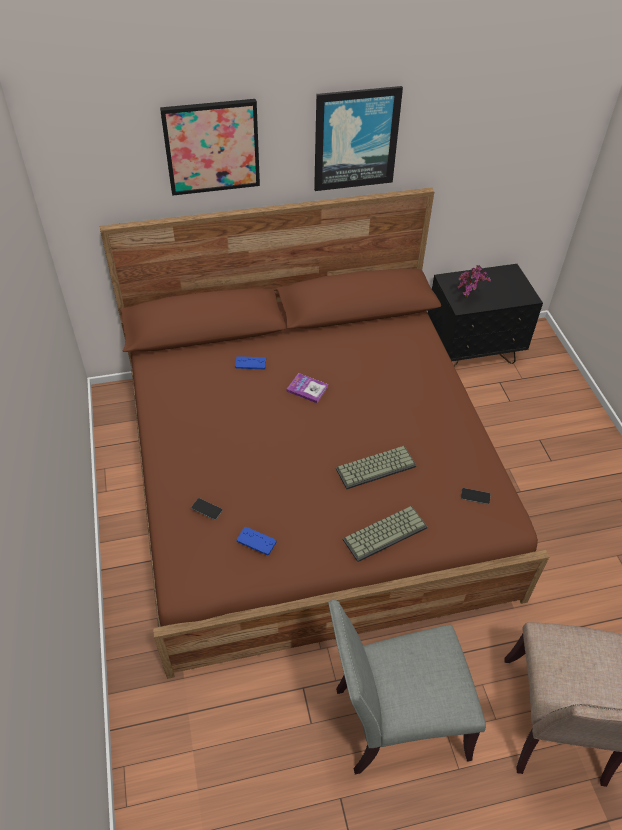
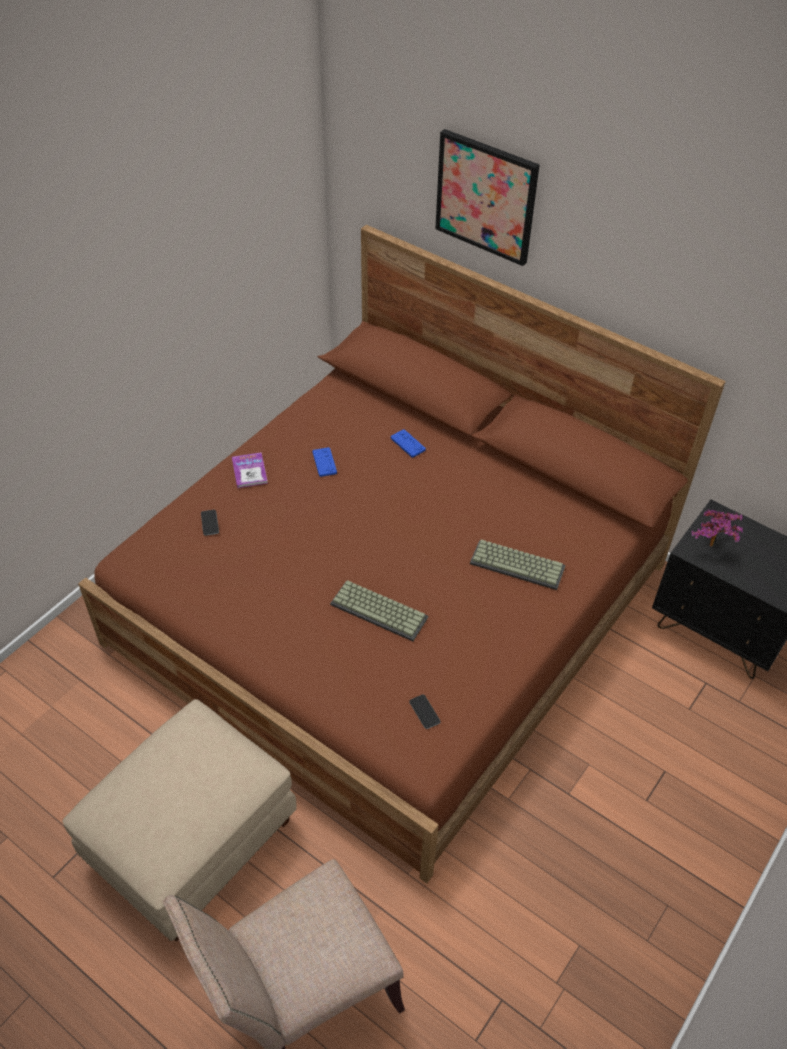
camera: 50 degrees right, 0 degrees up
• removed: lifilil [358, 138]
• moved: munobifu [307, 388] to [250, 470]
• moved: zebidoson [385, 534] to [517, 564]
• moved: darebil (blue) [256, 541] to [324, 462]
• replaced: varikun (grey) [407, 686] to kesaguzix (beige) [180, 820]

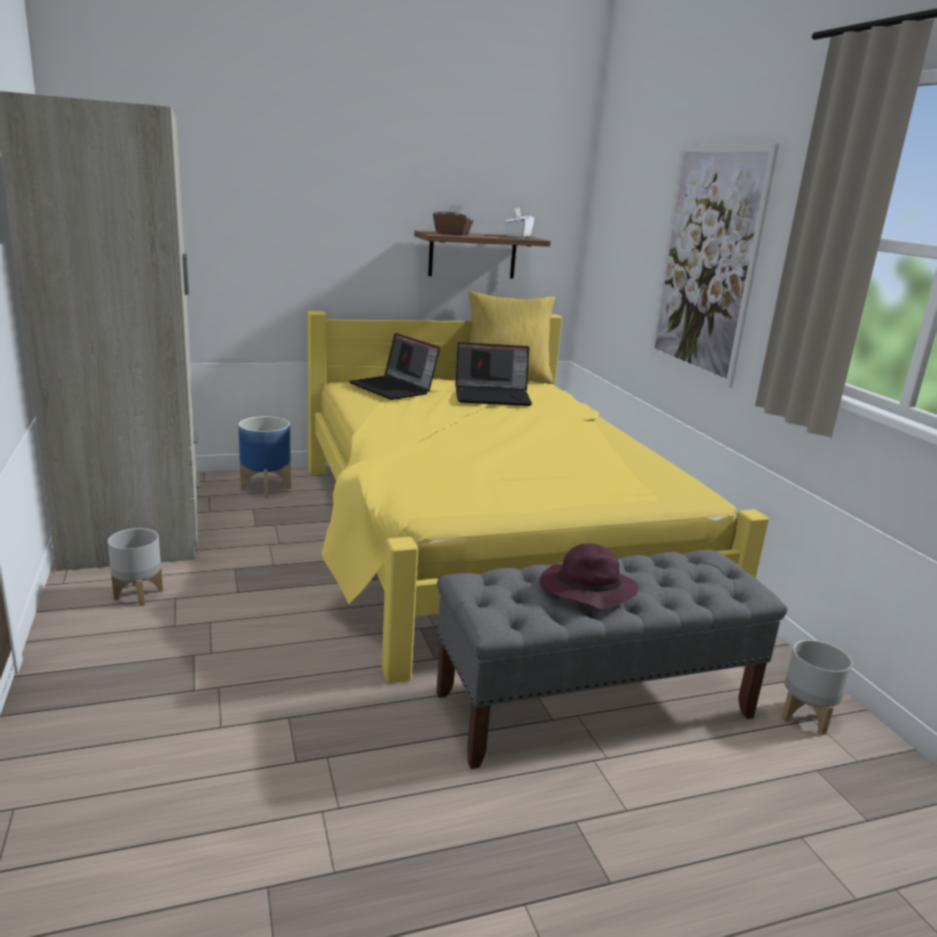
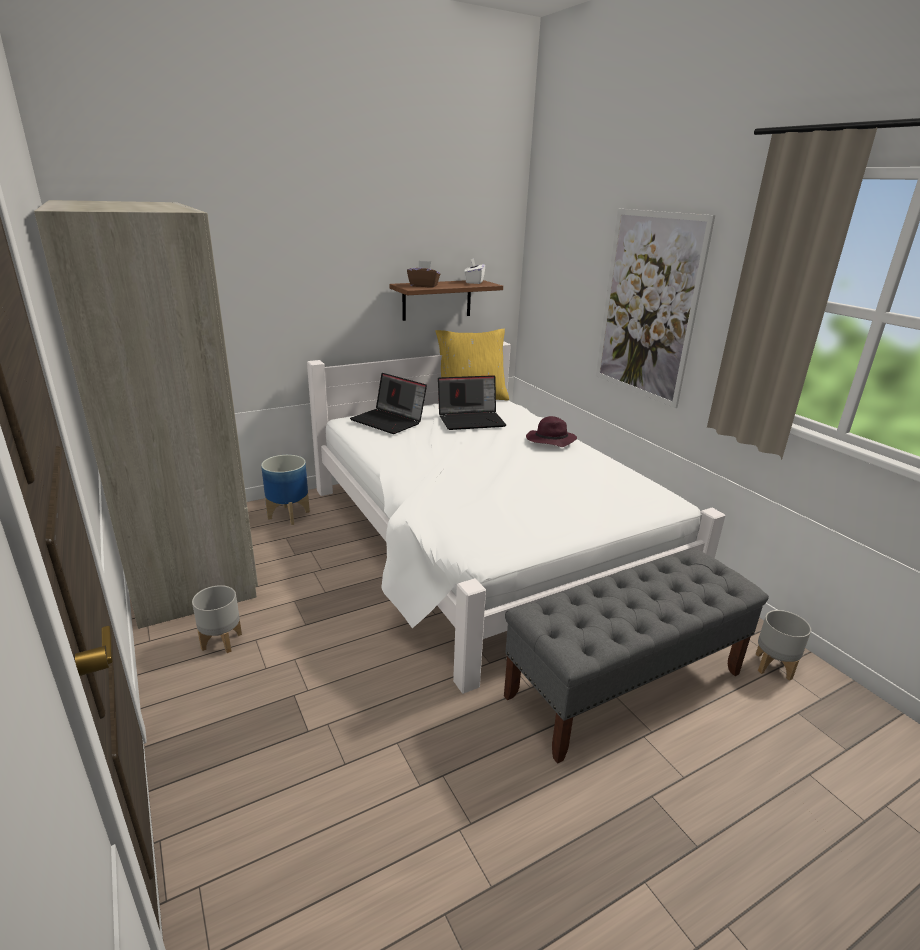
camera: 10 degrees left, 5 degrees up
• recoloured: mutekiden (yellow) [538, 497] to mutekiden (white) [516, 518]
• moved: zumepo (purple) [589, 576] to [551, 431]

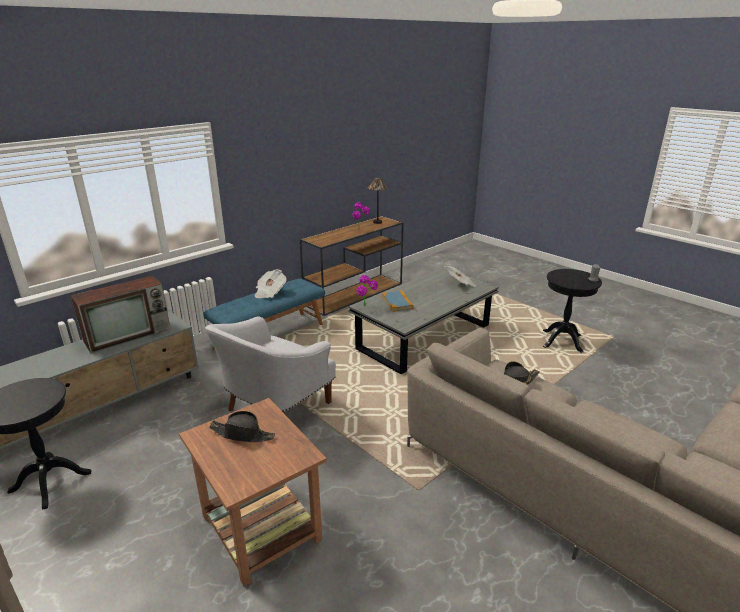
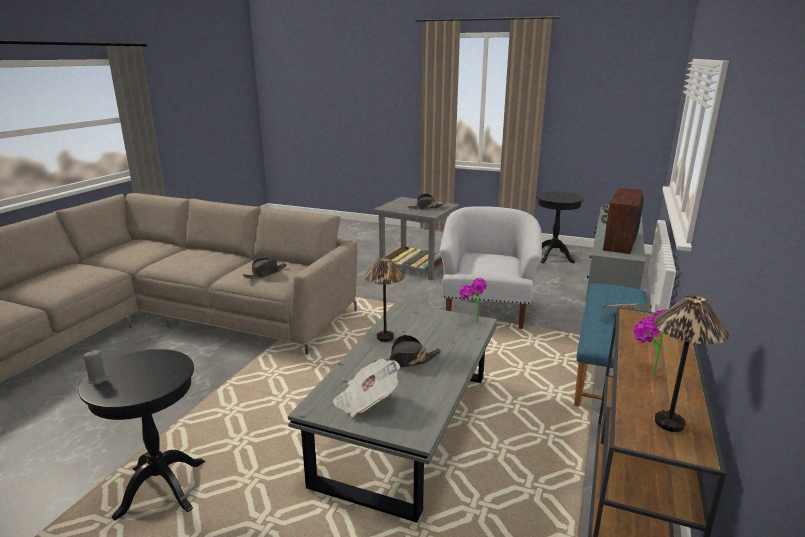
camera: 155 degrees right, 5 degrees down
• removed: munobifu [398, 301]
• recoloured: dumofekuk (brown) [253, 492] to dumofekuk (grey) [416, 238]
• added: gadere [384, 299]
• added: zumepo (black) [408, 351]

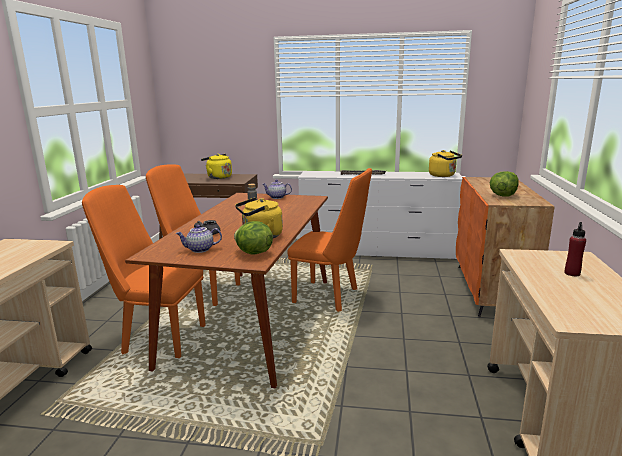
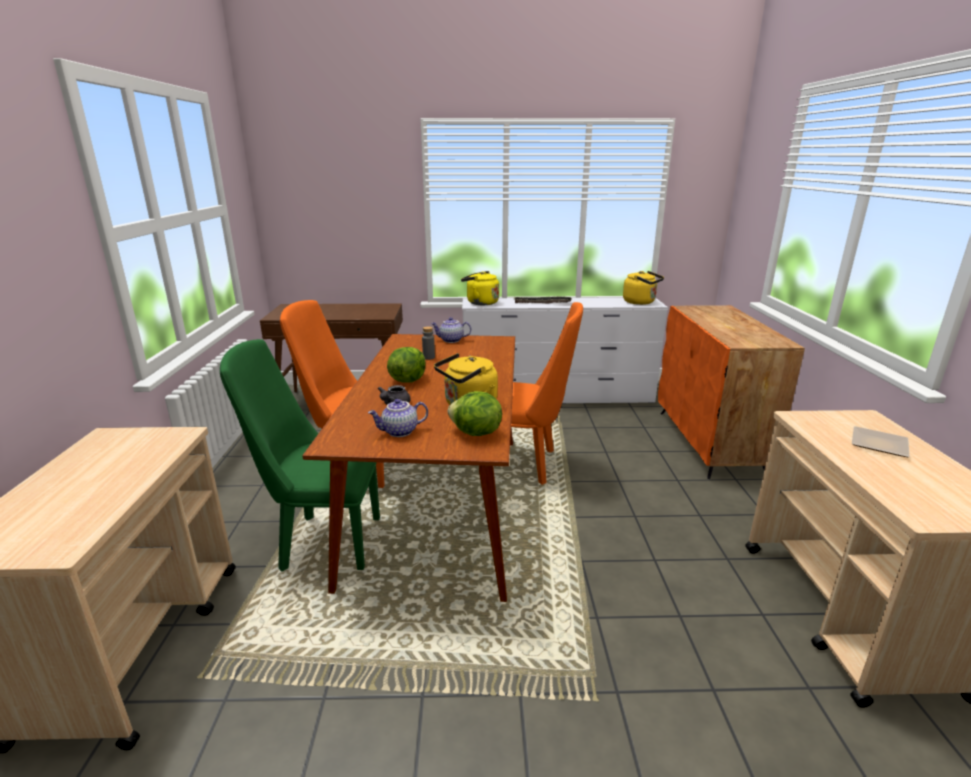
camera: 10 degrees left, 5 degrees up
• moved: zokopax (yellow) [216, 166] to [480, 288]
• moved: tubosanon [504, 184] to [406, 365]
• recoloured: varikun (orange) [144, 271] to varikun (green) [300, 455]
• replaced: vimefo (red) [575, 249] to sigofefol [881, 441]

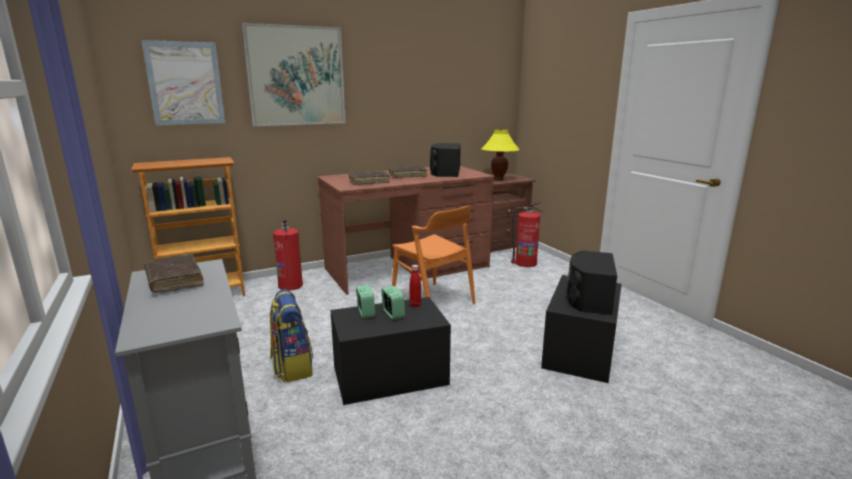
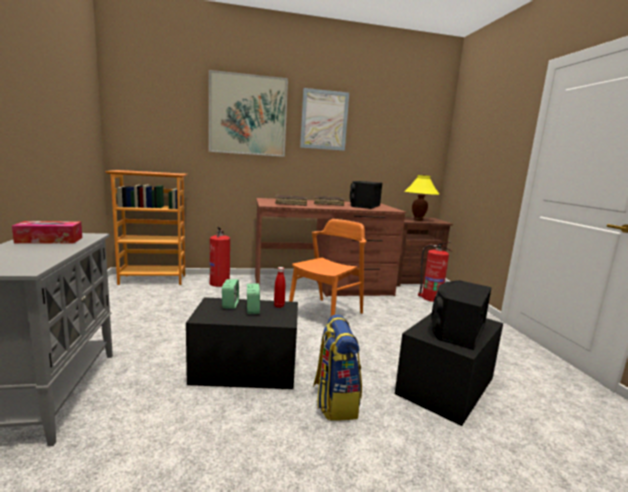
camera: 15 degrees right, 5 degrees down
• moved: lifilil [183, 82] to [324, 119]
• turned: varikun (orange) [434, 254] = [327, 267] 120 degrees counterclockwise
• replaced: munobifu (brown) [174, 273] to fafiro [47, 232]
• moved: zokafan [291, 335] to [337, 367]

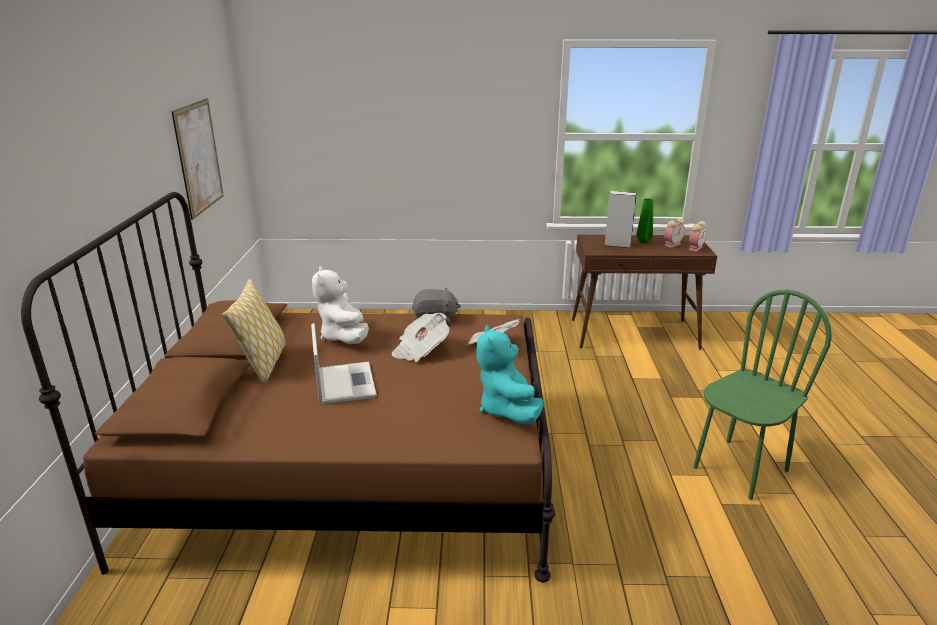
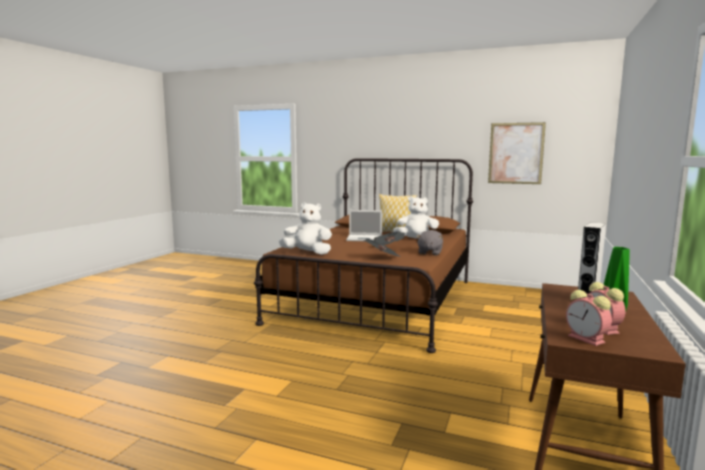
camera: 110 degrees right, 15 degrees down
• removed: varikun (green) [762, 395]
• recoloured: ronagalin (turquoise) [510, 375] to ronagalin (white) [305, 228]

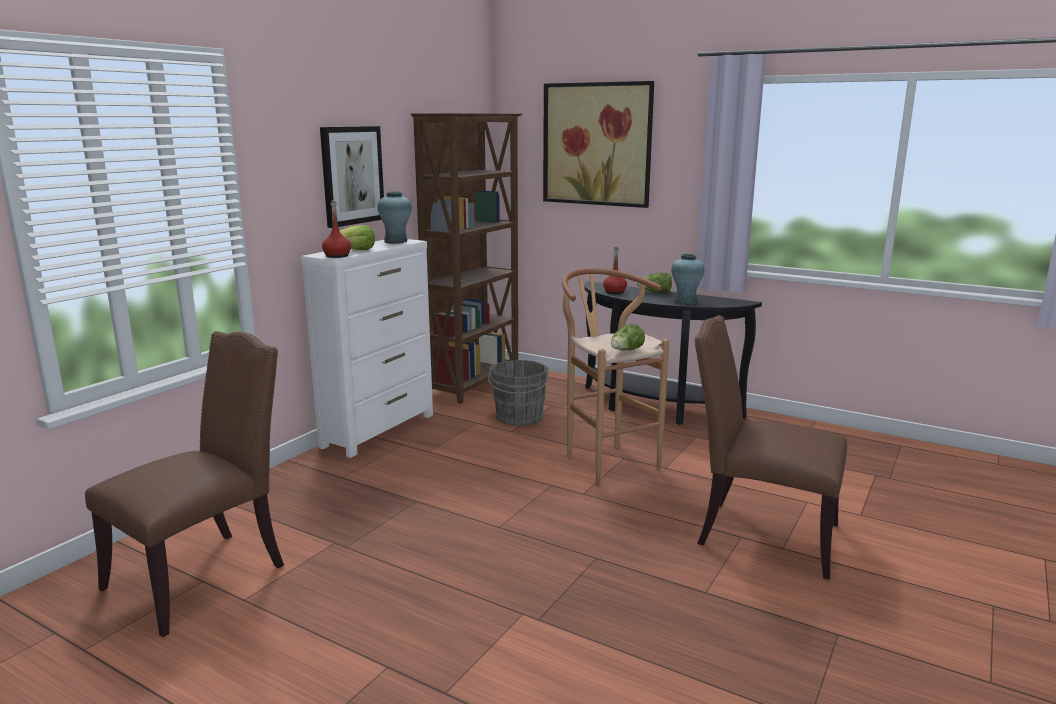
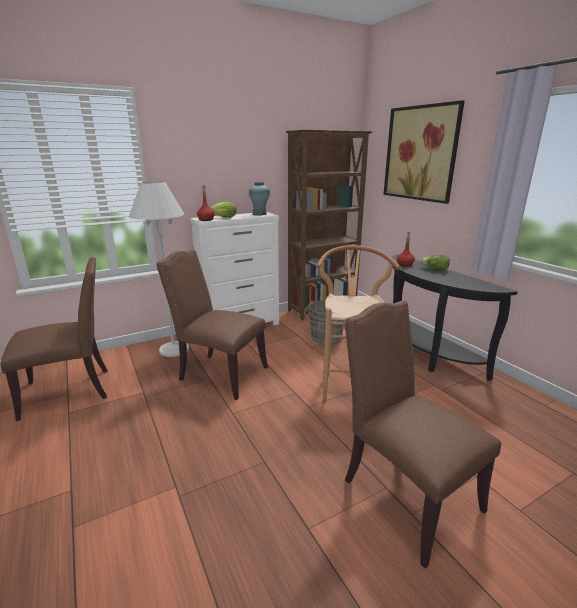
camera: 30 degrees right, 5 degrees up
• removed: lifilil [352, 177]
• removed: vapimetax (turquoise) [687, 279]
• removed: tubosanon [628, 337]
• added: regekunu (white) [159, 269]
• added: varikun (brown) [212, 324]

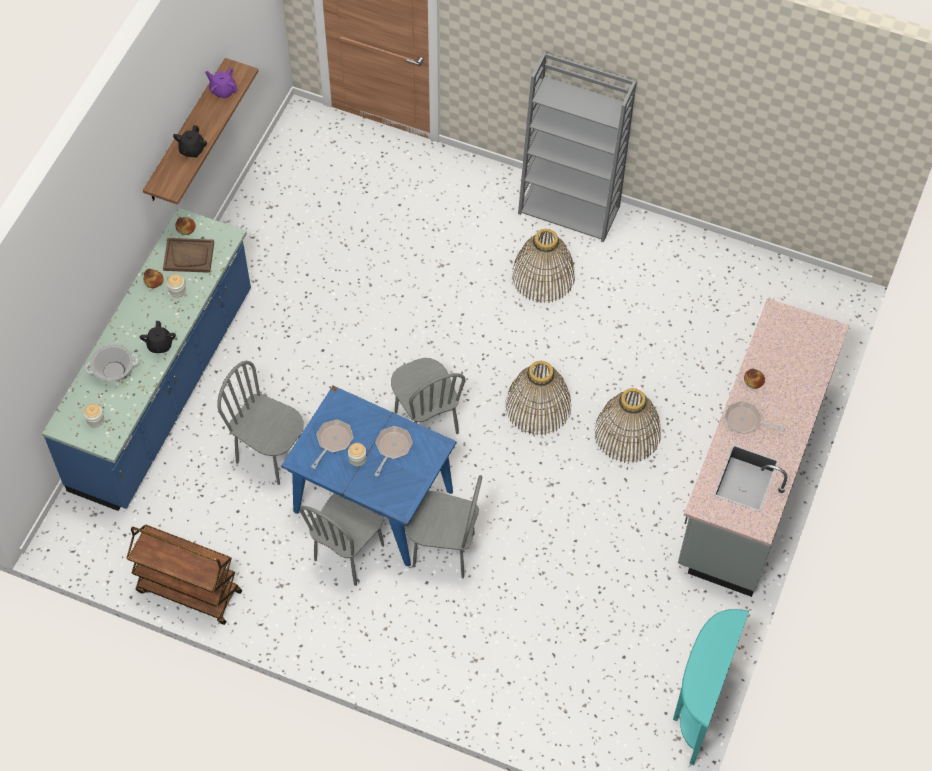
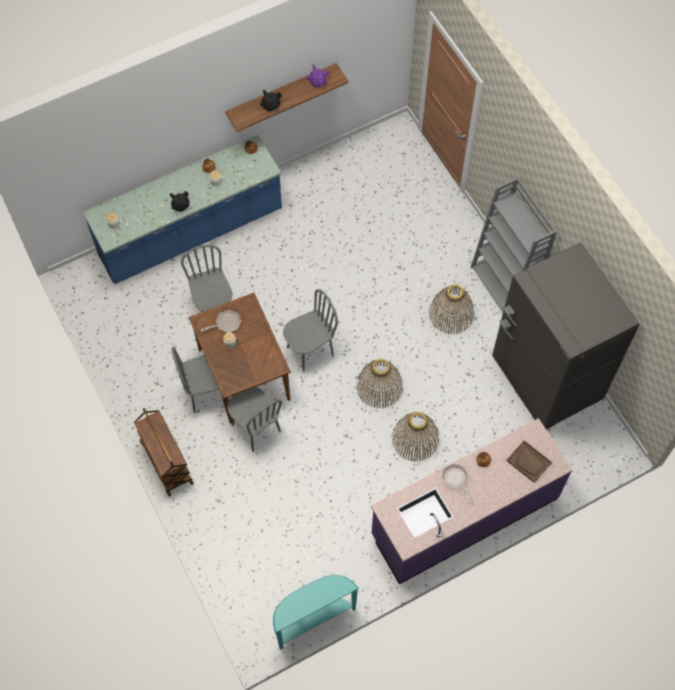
camera: 40 degrees right, 5 degrees up
• moved: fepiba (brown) [188, 255] to [529, 461]
• recoloured: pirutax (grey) [763, 447] to pirutax (purple) [472, 501]
• removed: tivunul [112, 362]
• turned: varikun (grey) [428, 396] = [310, 330] 135 degrees counterclockwise
• recoloured: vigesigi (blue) [368, 476] to vigesigi (brown) [240, 358]
• removed: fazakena [393, 451]
• moved: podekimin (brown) [184, 575] to [163, 452]
• added: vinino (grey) [565, 336]

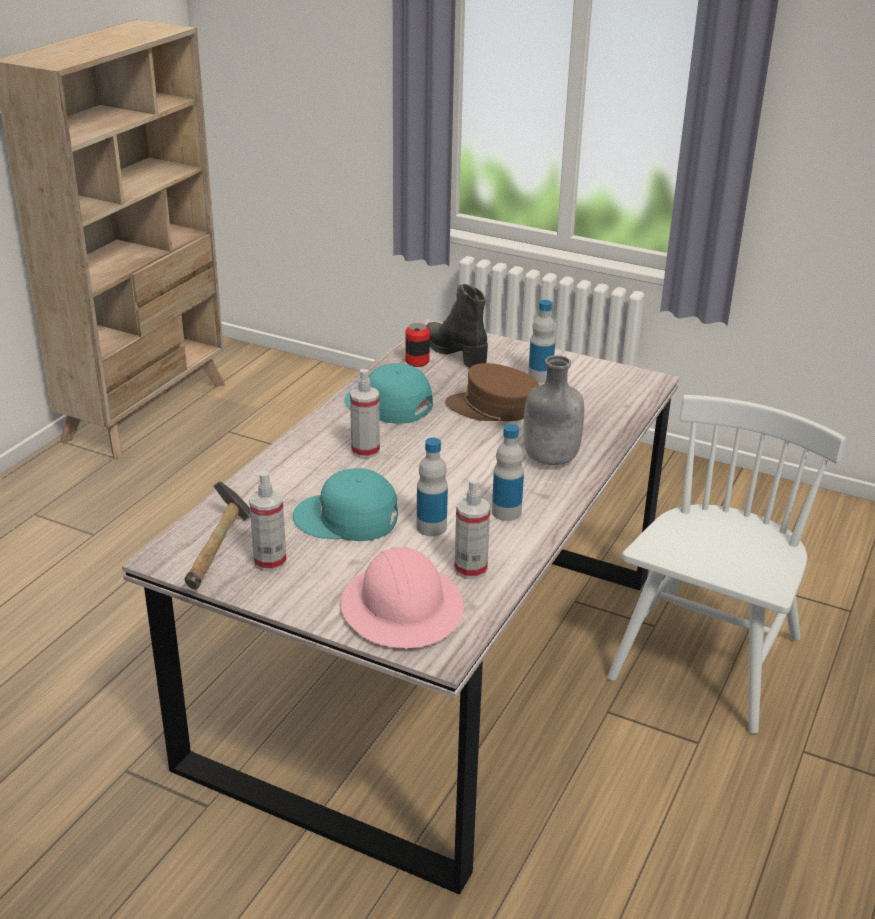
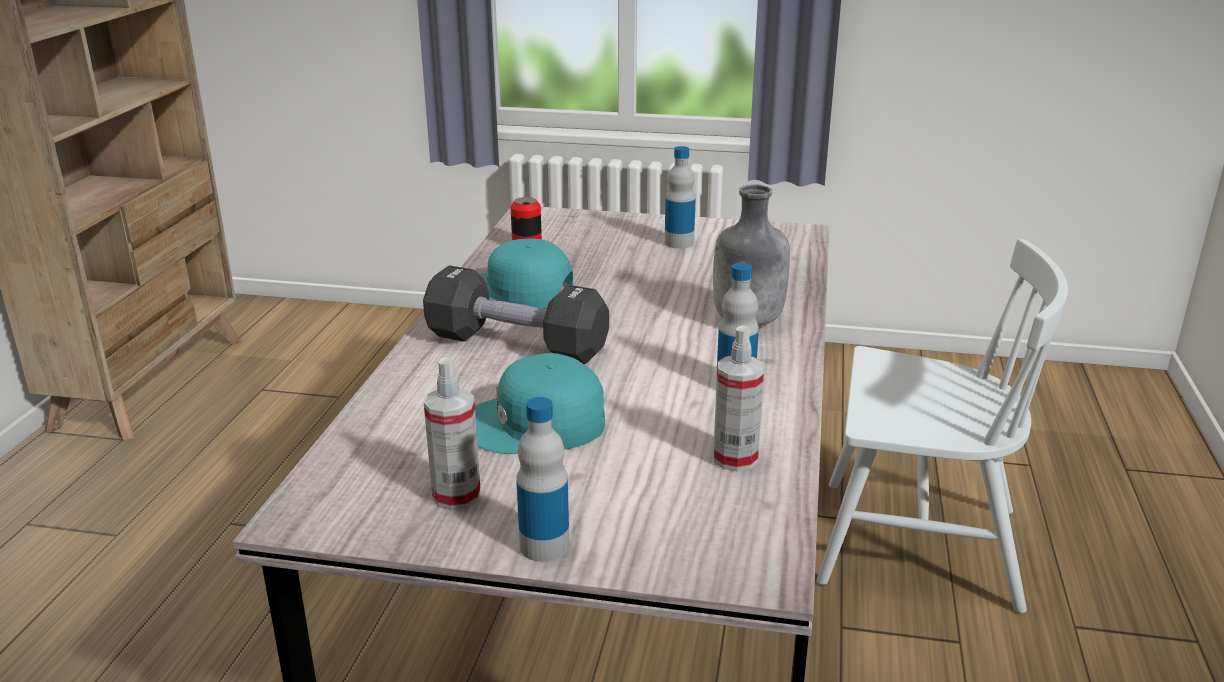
camera: 15 degrees left, 5 degrees down
• removed: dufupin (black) [457, 326]
• removed: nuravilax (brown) [492, 392]
• replaced: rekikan [365, 413] to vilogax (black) [516, 315]
• turned: varikun (white) [727, 564] = [942, 426] 90 degrees clockwise
• moved: vimefo [432, 487] to [542, 479]
• removed: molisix [217, 535]
• removed: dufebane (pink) [402, 597]

